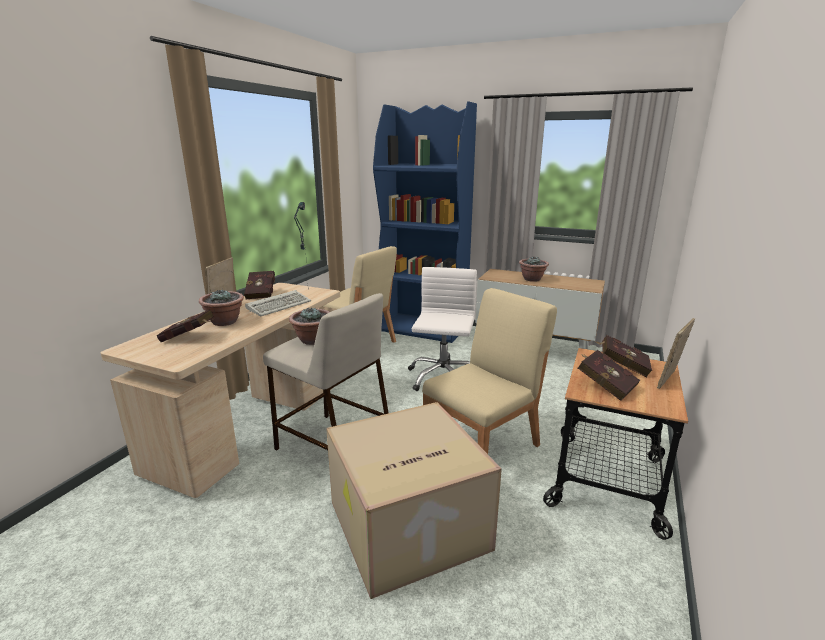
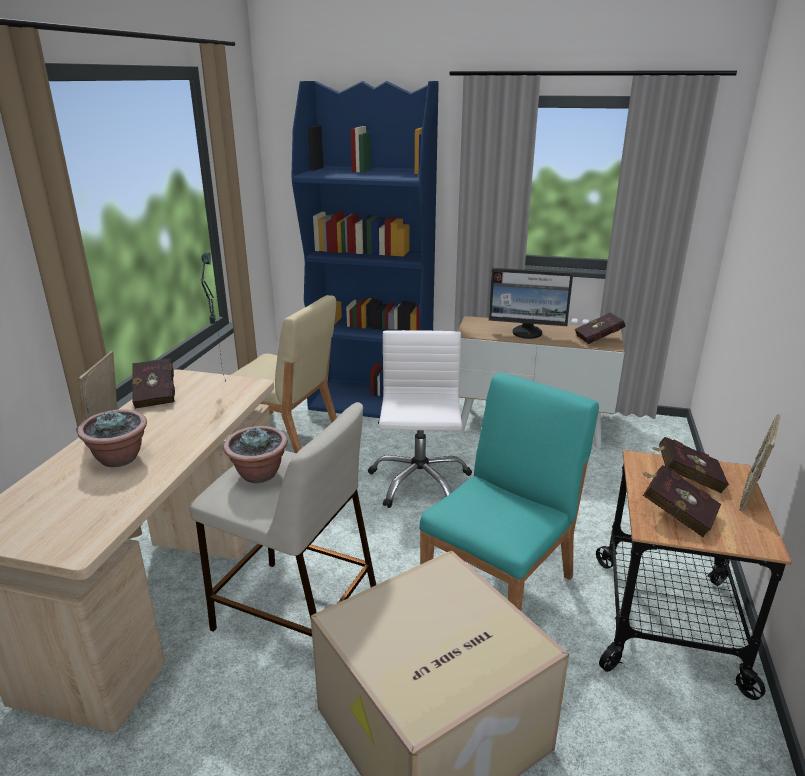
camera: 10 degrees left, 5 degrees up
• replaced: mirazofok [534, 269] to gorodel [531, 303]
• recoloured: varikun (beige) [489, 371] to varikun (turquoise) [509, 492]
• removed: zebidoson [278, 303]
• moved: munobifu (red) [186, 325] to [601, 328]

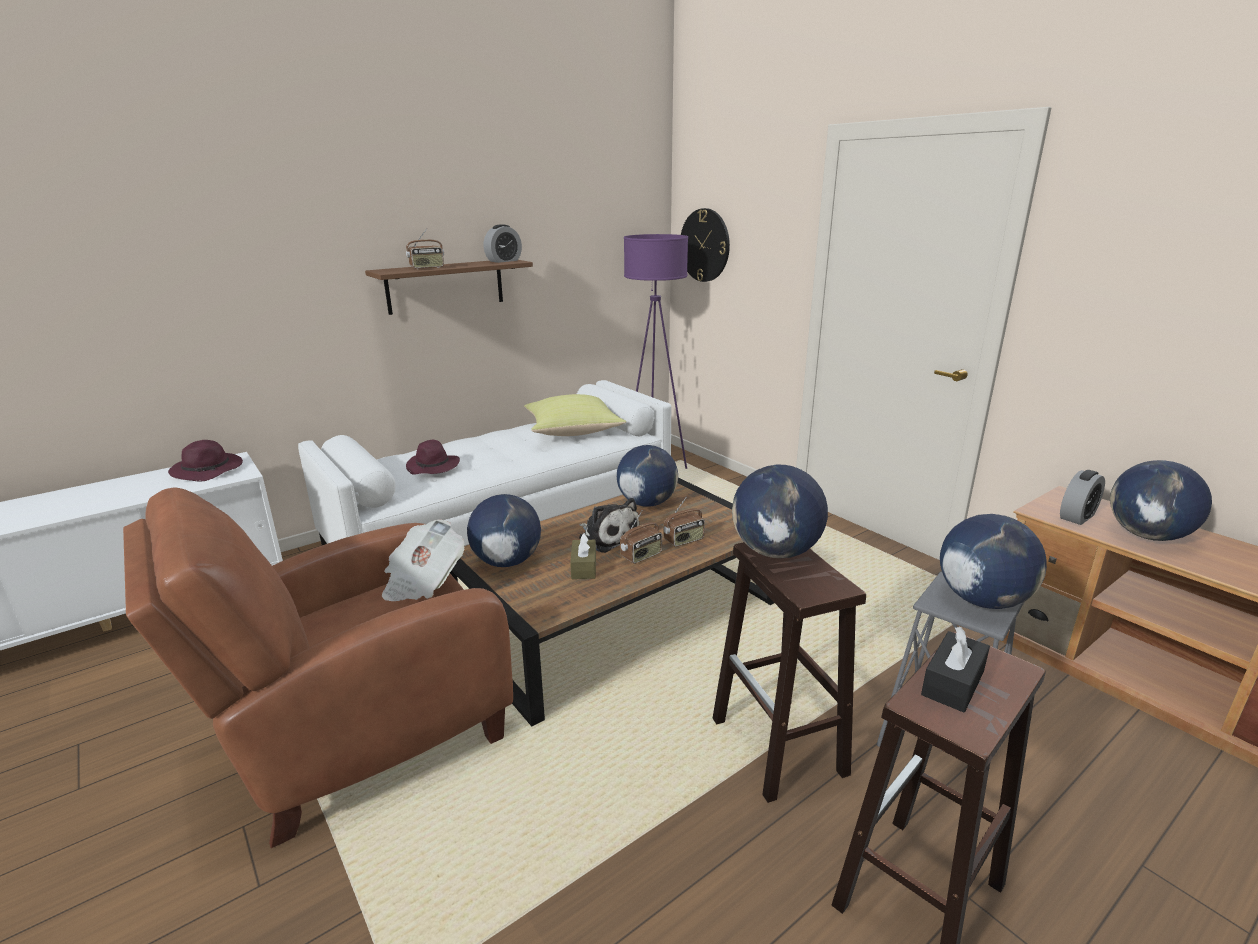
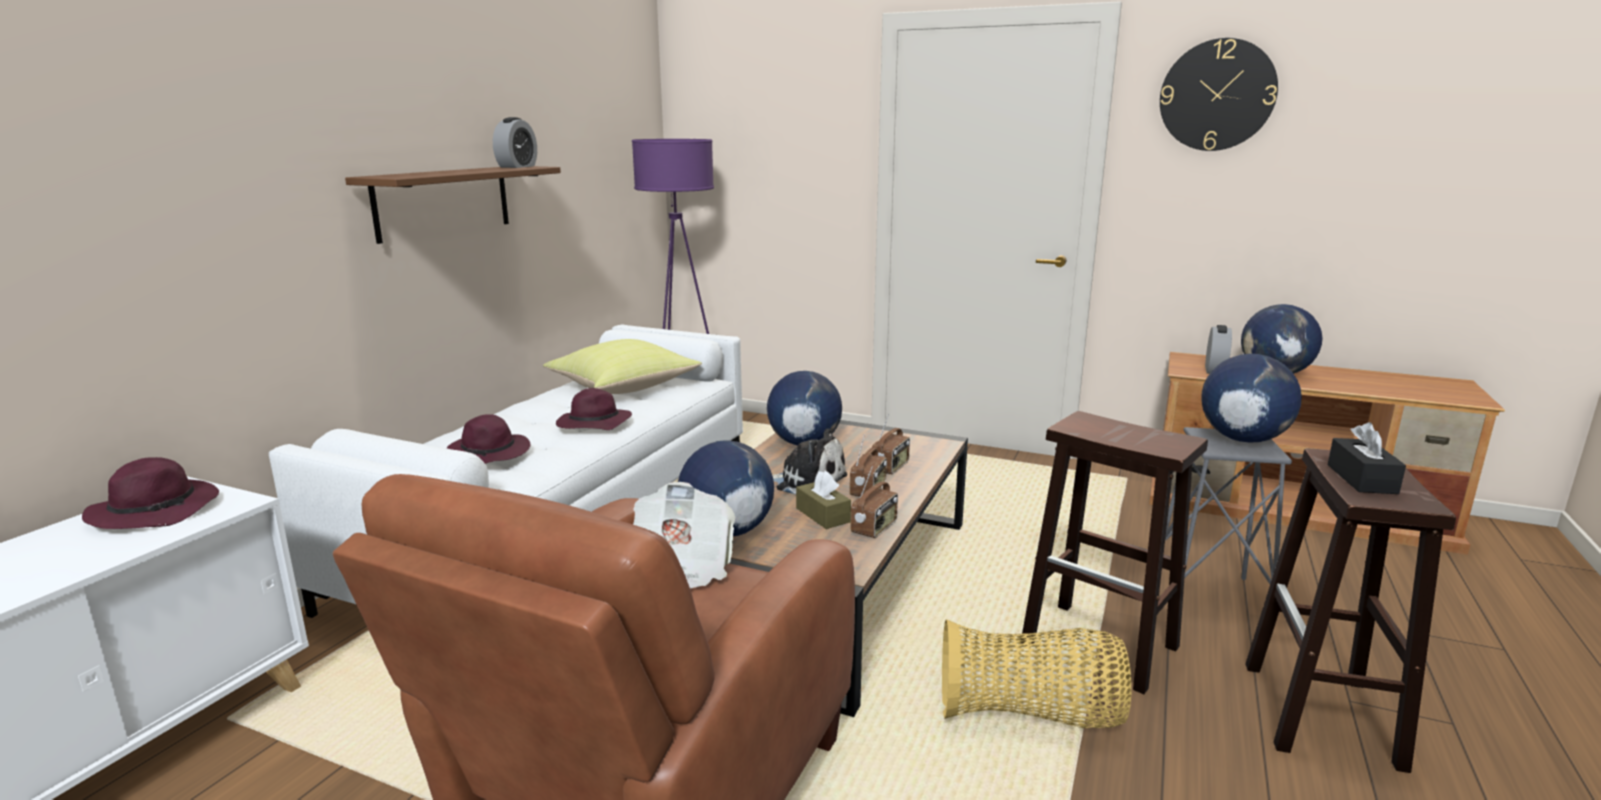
camera: 30 degrees left, 5 degrees down
• moved: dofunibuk [705, 245] to [1219, 94]
• moved: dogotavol [425, 248] to [874, 502]
• removed: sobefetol [780, 511]
• added: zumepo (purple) [594, 409]
• added: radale [1036, 673]

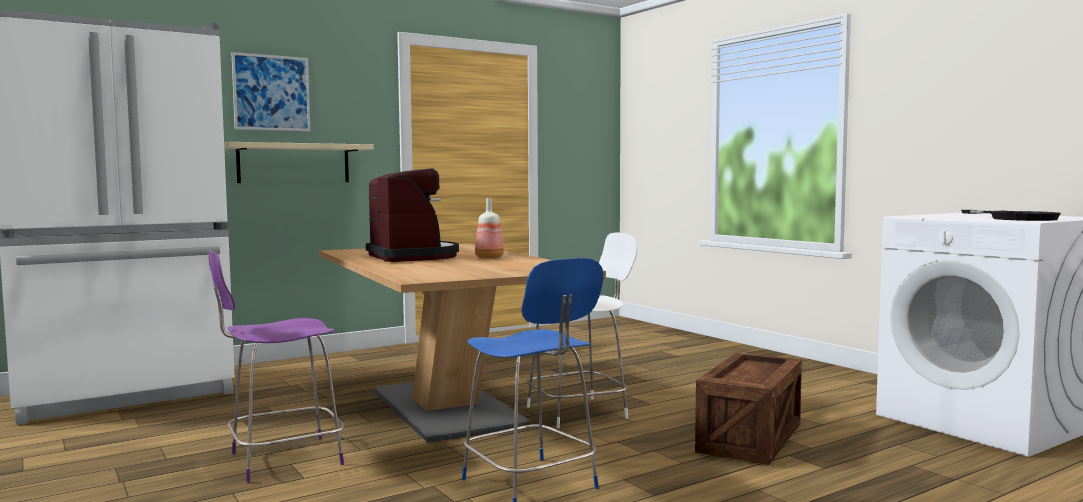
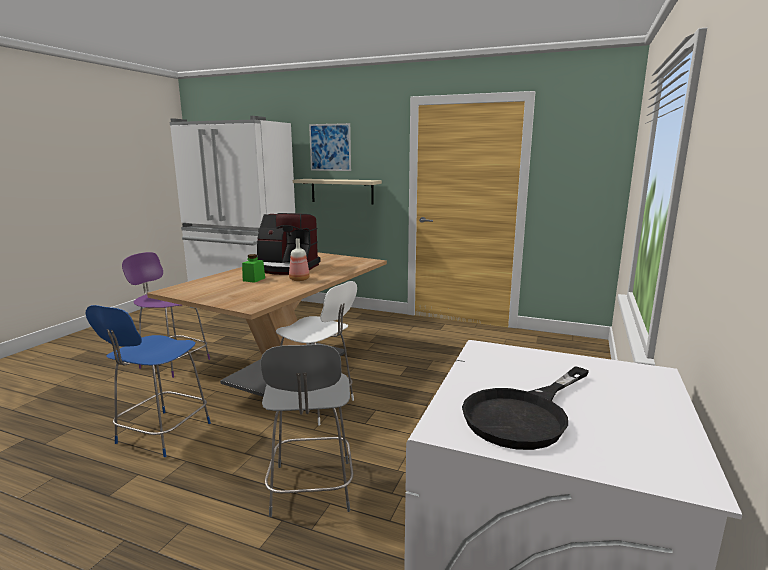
camera: 55 degrees right, 10 degrees up
• turned: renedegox [412, 215] = [289, 244] 75 degrees clockwise
• replaced: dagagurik [748, 409] to varikun (grey) [307, 430]
• added: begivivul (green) [253, 268]

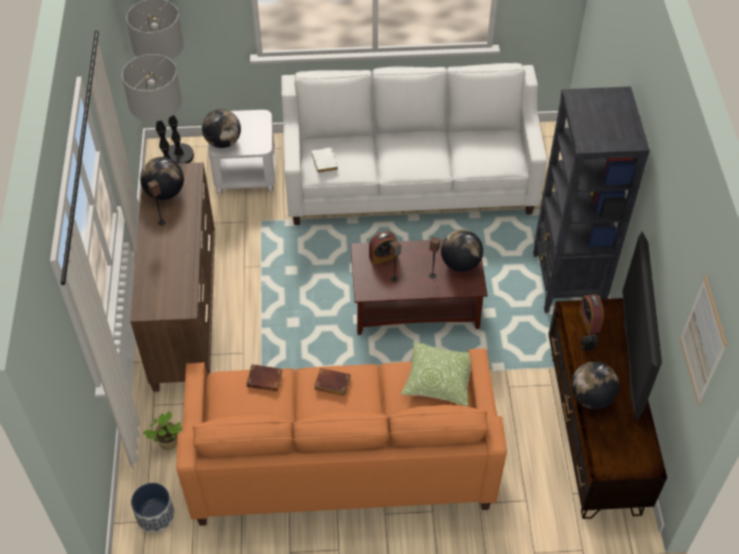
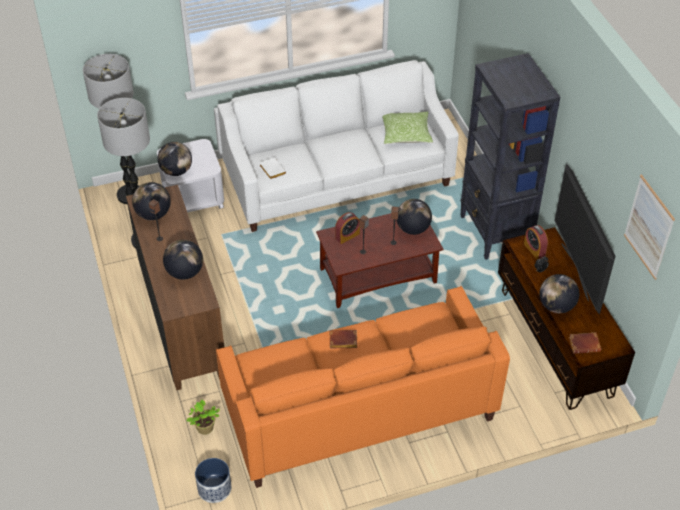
camera: 15 degrees left, 5 degrees down
• moved: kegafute [436, 374] to [407, 127]
• moved: munobifu (brown) [264, 377] to [585, 343]
• added: sobefetol [183, 260]

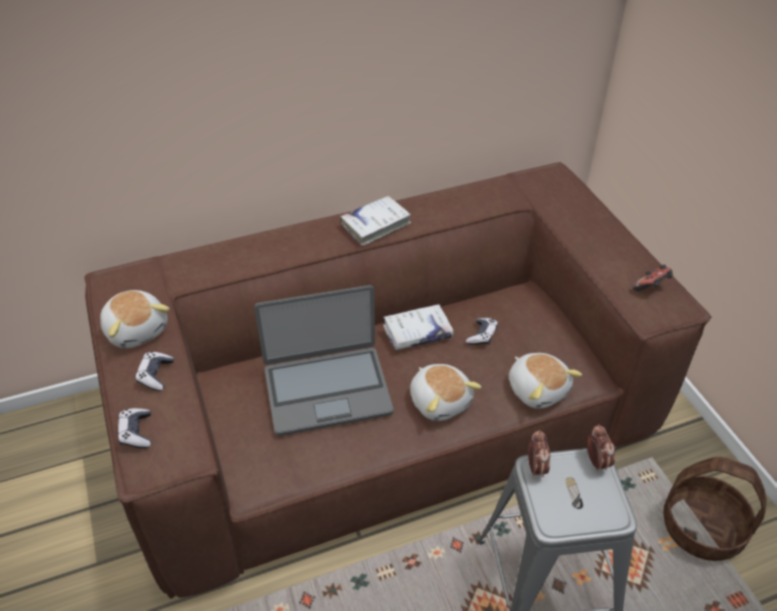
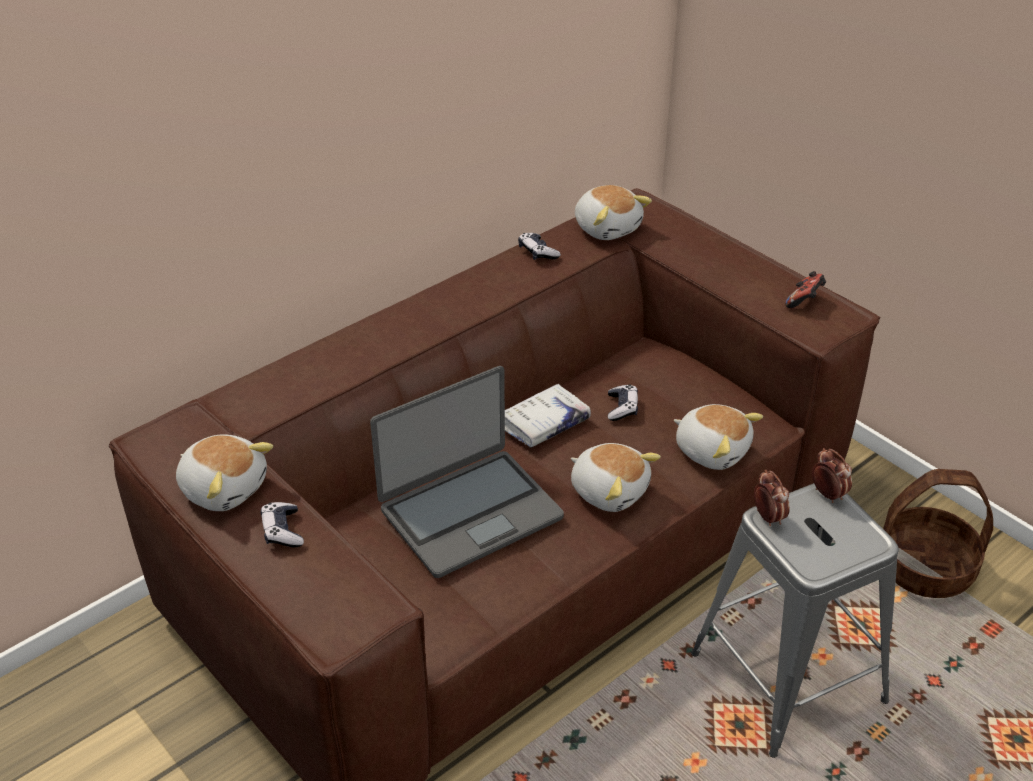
camera: 20 degrees left, 5 degrees down
• removed: munobifu (white) [375, 220]
• moved: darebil [134, 428] to [539, 246]
• added: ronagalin [613, 212]

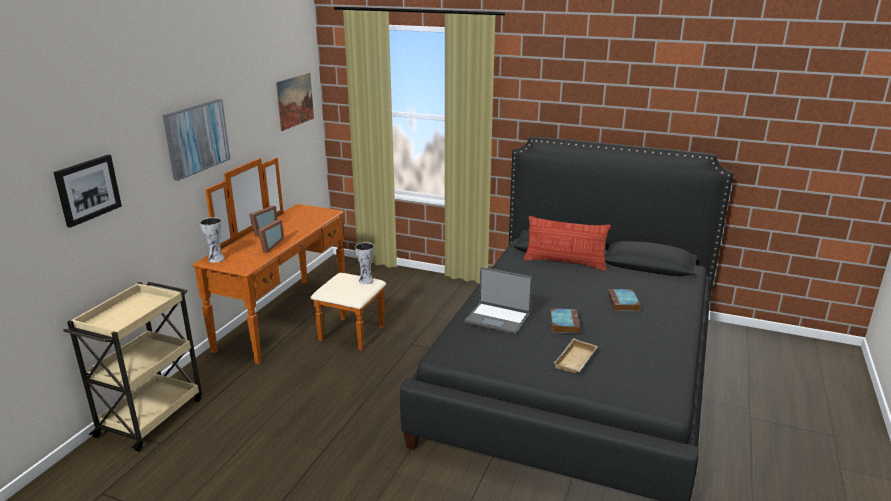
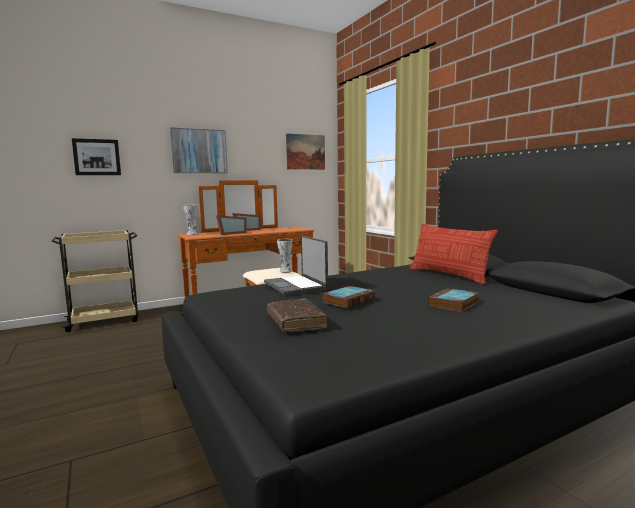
camera: 40 degrees right, 15 degrees down
• replaced: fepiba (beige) [576, 355] to munobifu (brown) [297, 315]

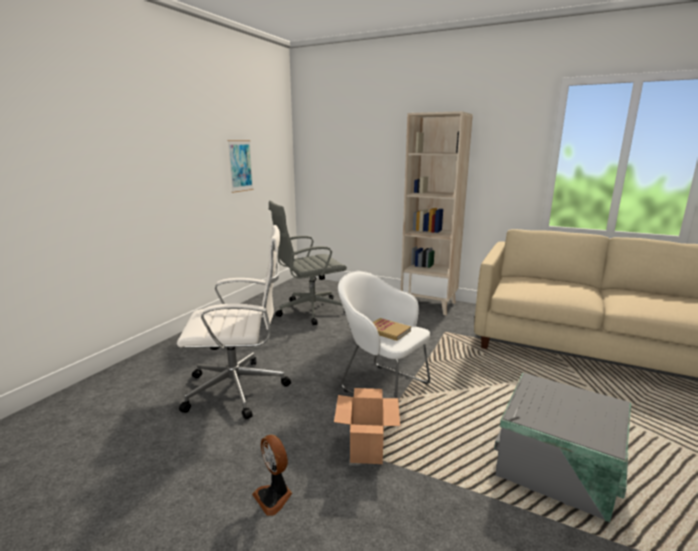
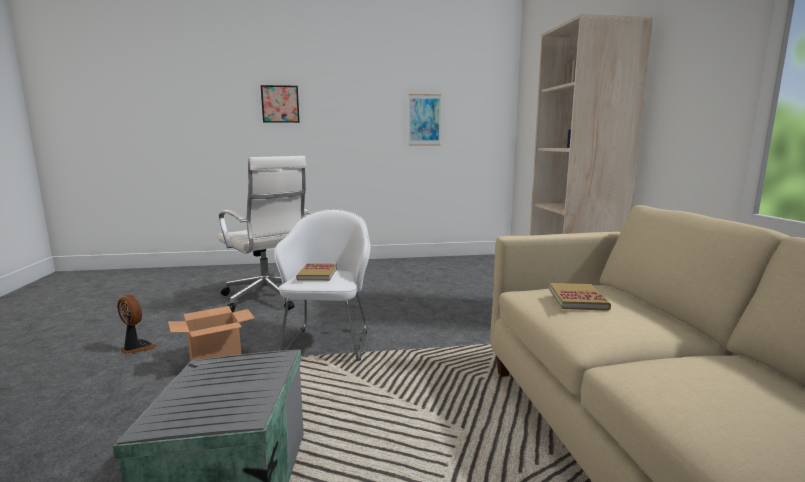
camera: 55 degrees right, 5 degrees down
• removed: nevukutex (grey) [308, 263]
• turned: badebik [272, 475] = [137, 324] 105 degrees clockwise
• added: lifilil [280, 104]
• added: munobifu [580, 297]

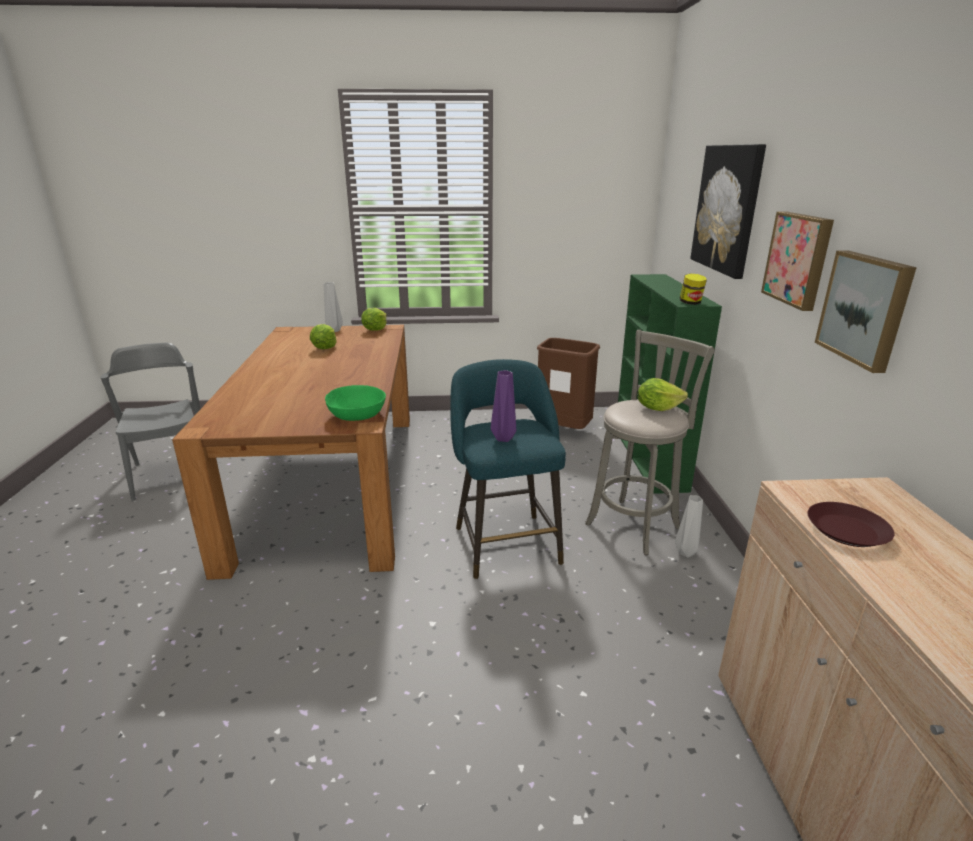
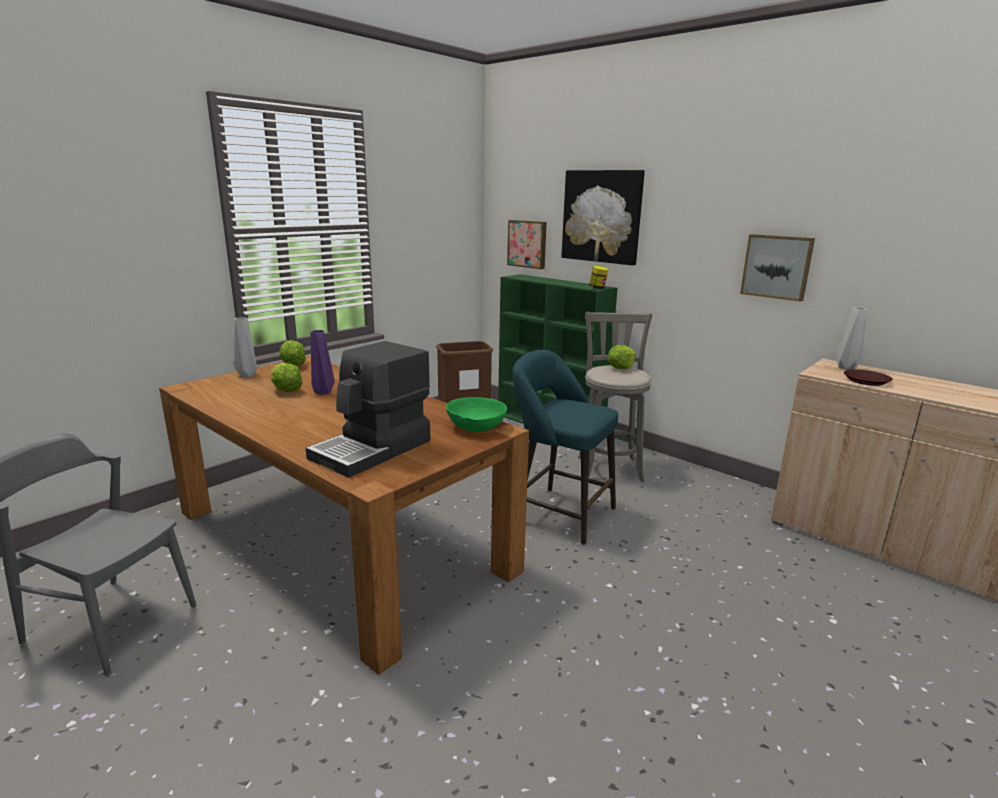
camera: 45 degrees left, 5 degrees down
• moved: lifilil [797, 261] to [527, 244]
• moved: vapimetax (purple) [503, 406] to [322, 362]
• moved: vapimetax (grey) [689, 526] to [851, 338]
• added: renedegox [368, 409]

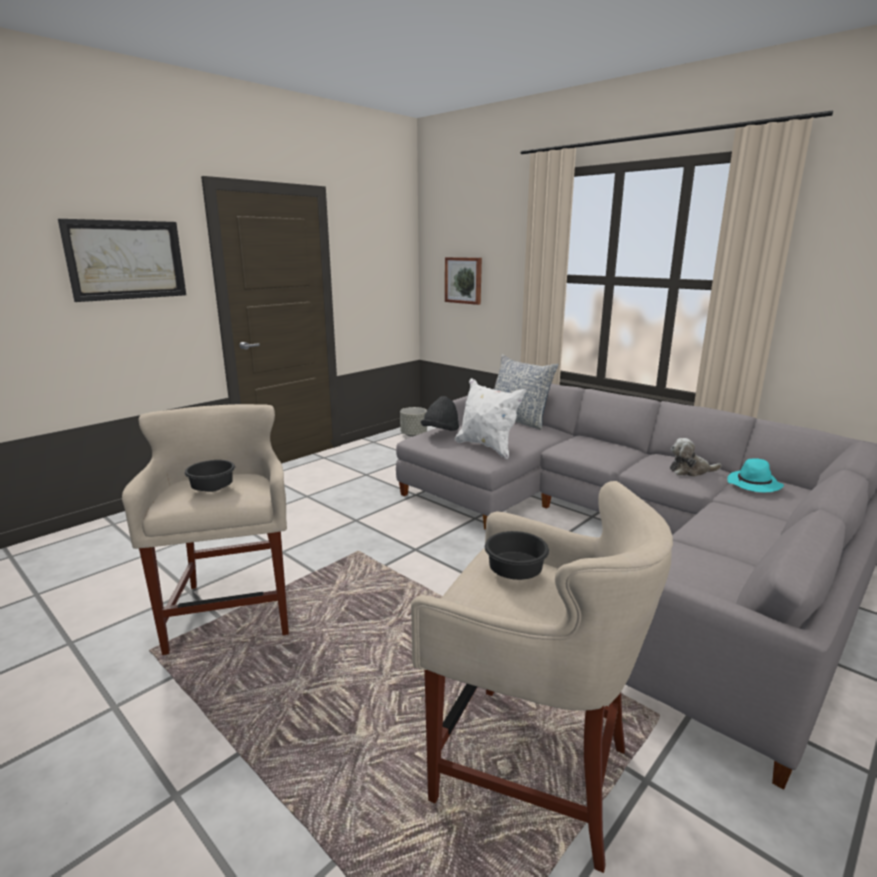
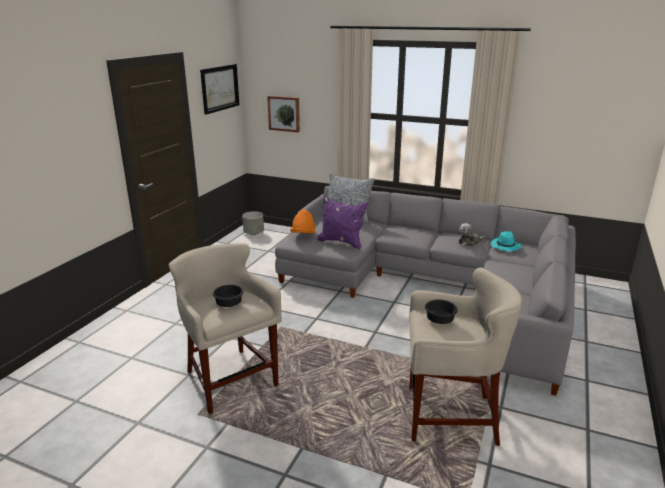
camera: 20 degrees left, 5 degrees up
• moved: lifilil [122, 260] to [219, 89]
• recoloured: kegafute (white) [490, 418] to kegafute (purple) [342, 223]
• recoloured: zumepo (black) [440, 413] to zumepo (orange) [302, 221]

